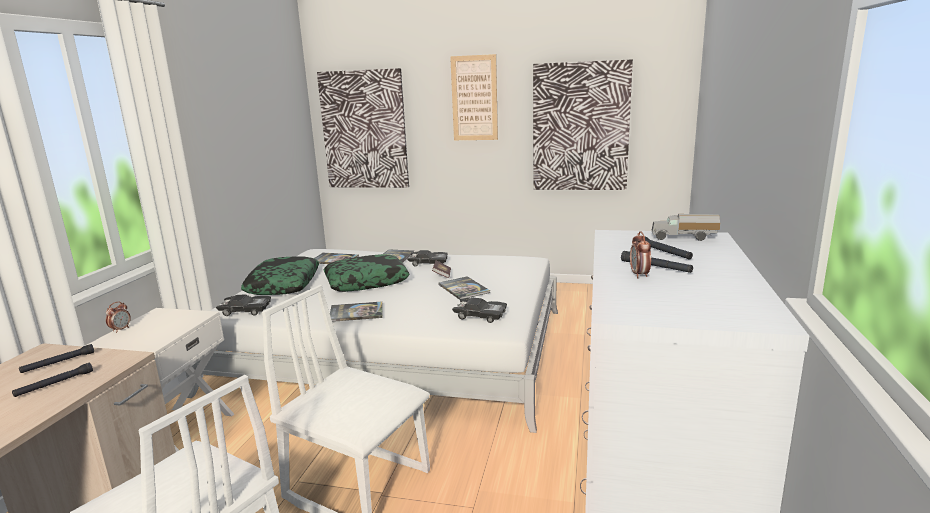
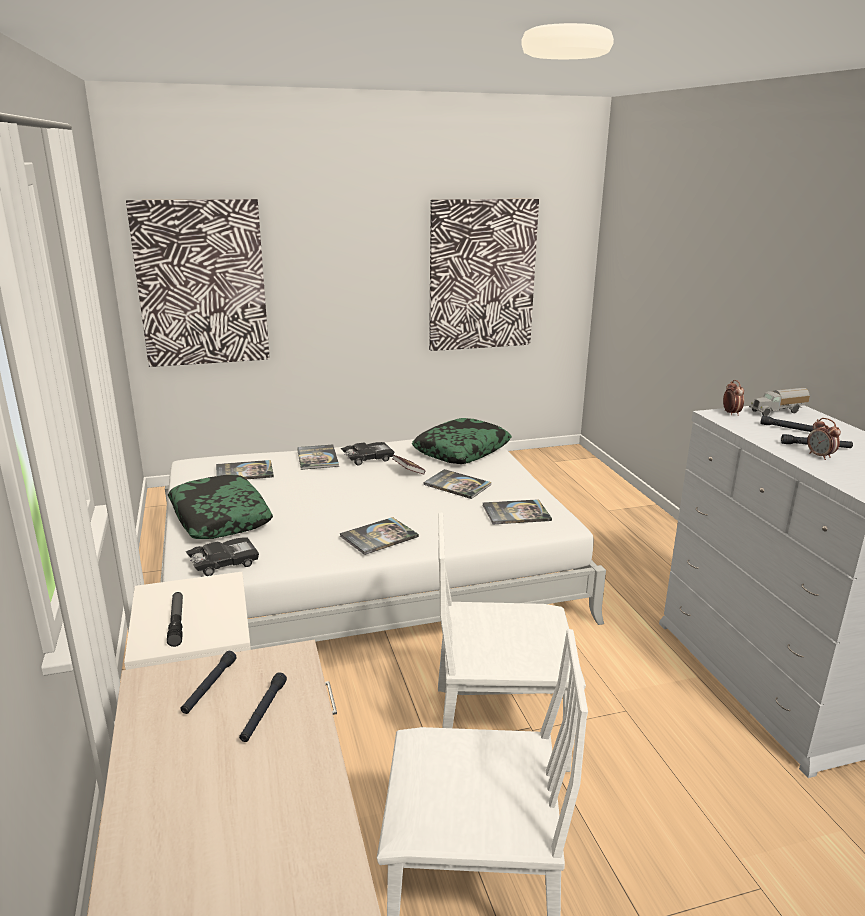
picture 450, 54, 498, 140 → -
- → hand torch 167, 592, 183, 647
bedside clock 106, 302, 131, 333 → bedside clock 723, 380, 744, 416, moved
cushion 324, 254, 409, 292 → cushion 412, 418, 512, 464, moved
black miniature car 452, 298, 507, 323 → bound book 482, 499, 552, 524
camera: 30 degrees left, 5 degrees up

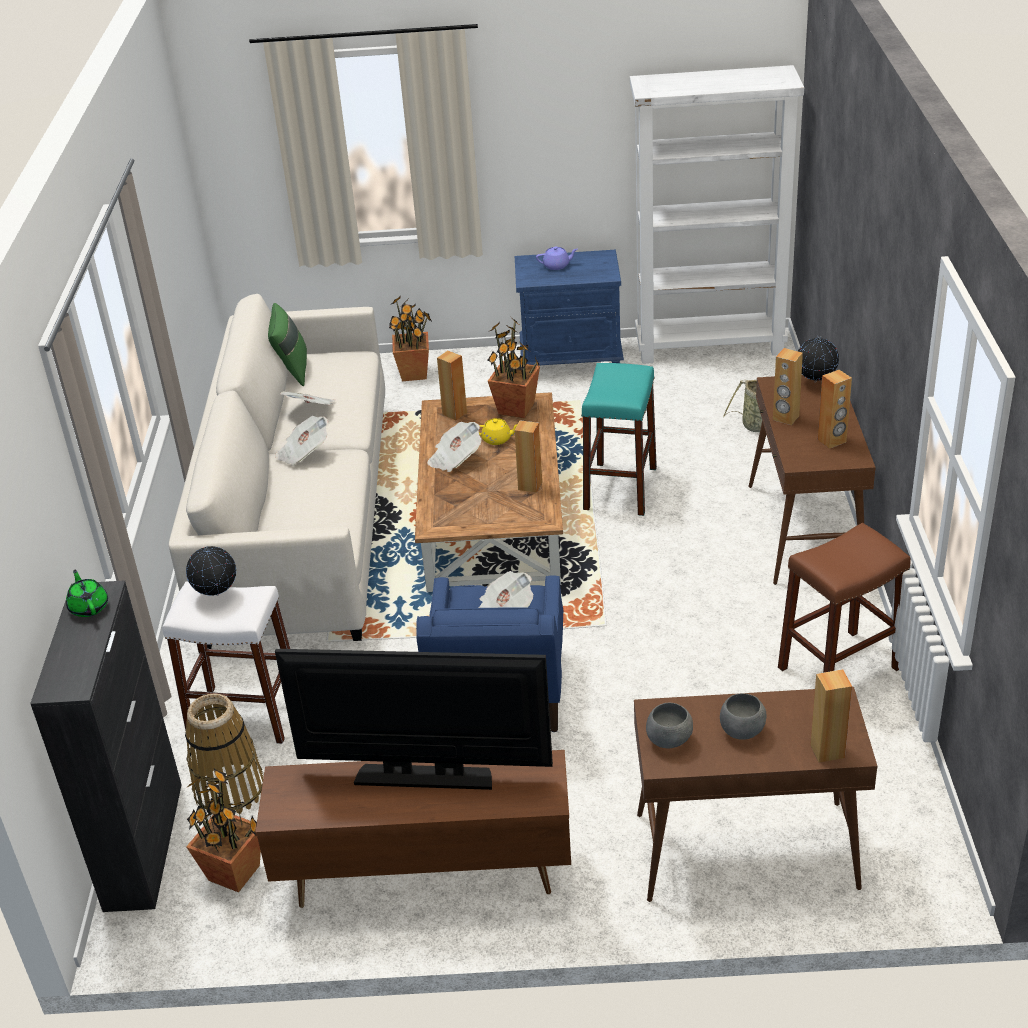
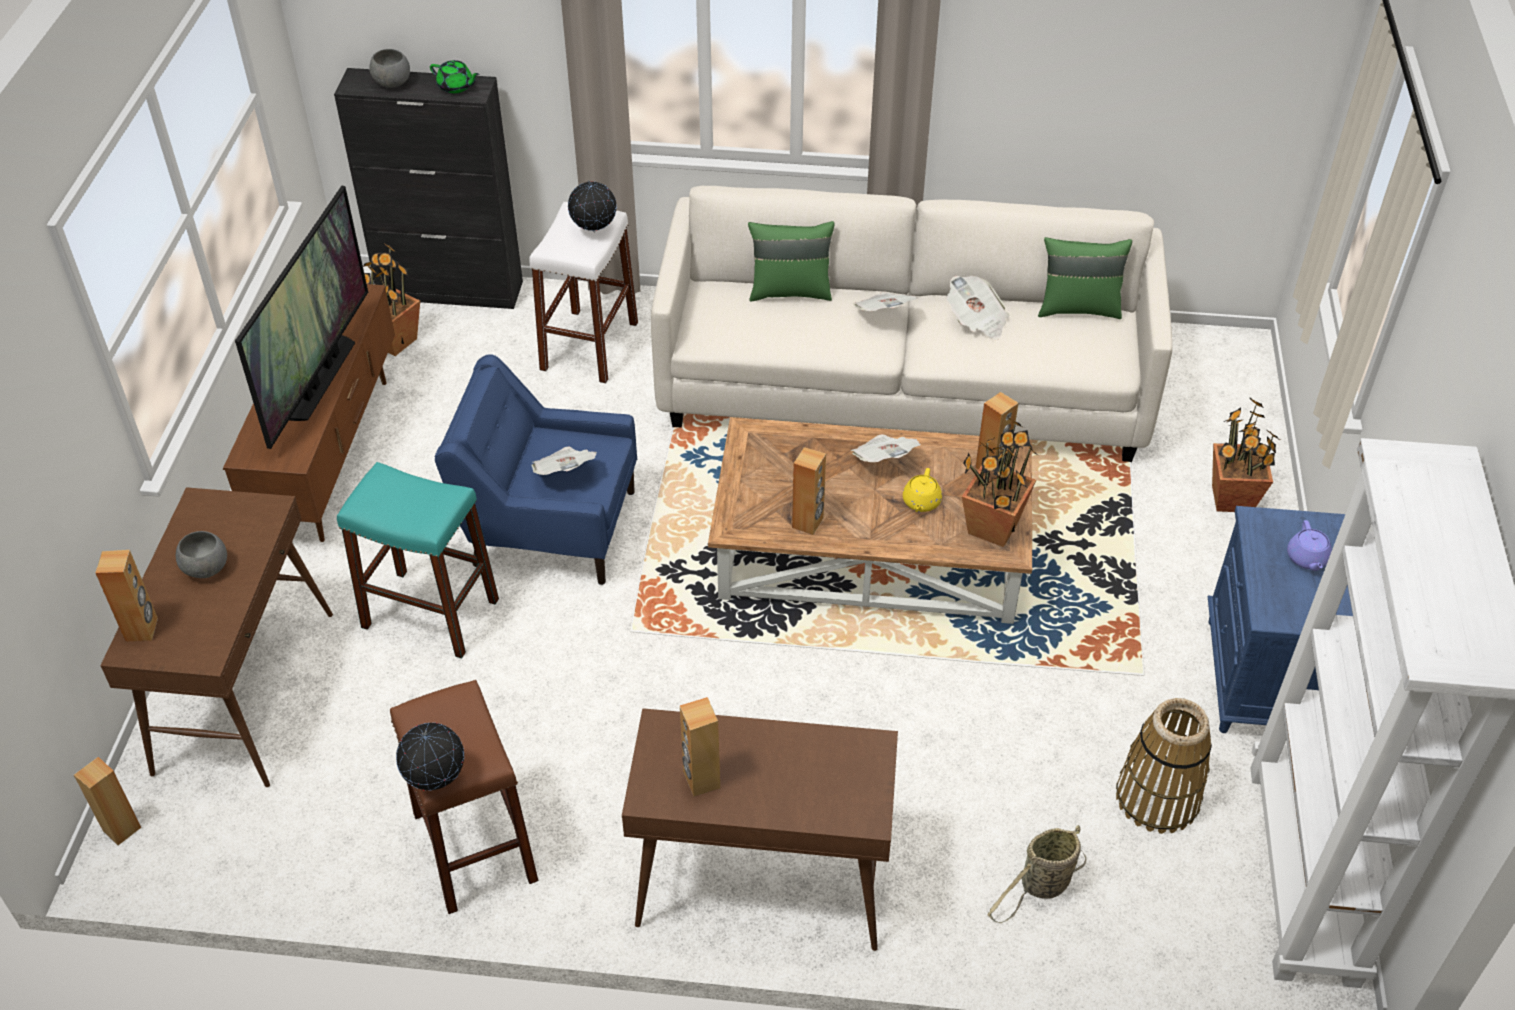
- → green-coloured cushion 748, 221, 834, 302
household basket 185, 693, 264, 815 → household basket 1116, 698, 1212, 834, moved
blue-green stool seat 581, 363, 657, 516 → blue-green stool seat 337, 462, 499, 659, moved
gray serving bowl 646, 703, 693, 749 → gray serving bowl 370, 49, 410, 88, moved
brown loudspeaker 773, 348, 803, 425 → brown loudspeaker 74, 757, 141, 845, moved
world globe 798, 336, 839, 383 → world globe 396, 723, 464, 790, moved
green-coloured tea pot 66, 570, 108, 617 → green-coloured tea pot 430, 60, 479, 93, 45 degrees clockwise
camera: 95 degrees right, 10 degrees up

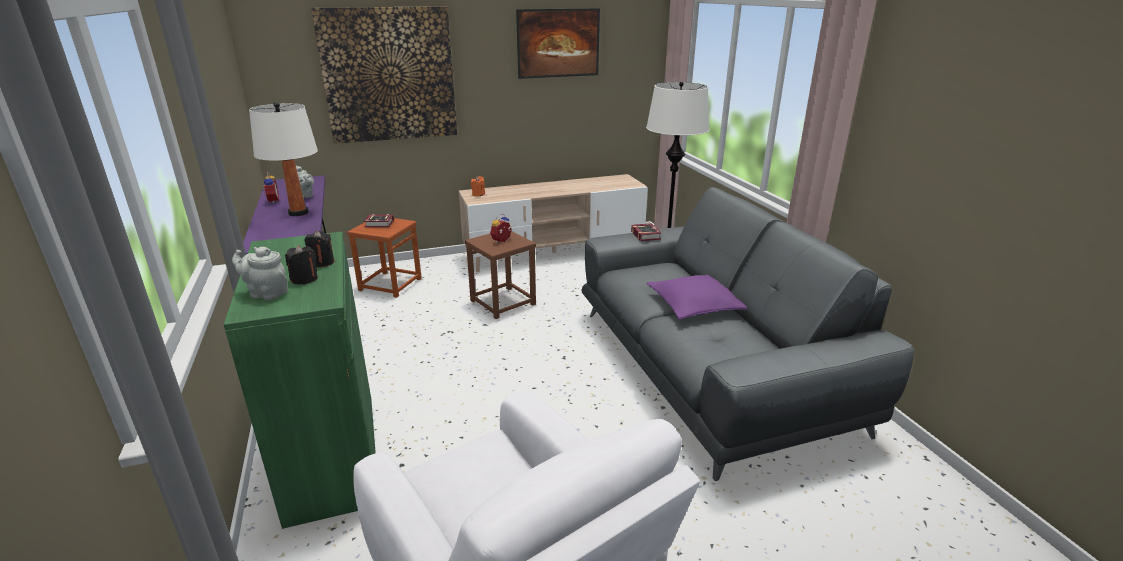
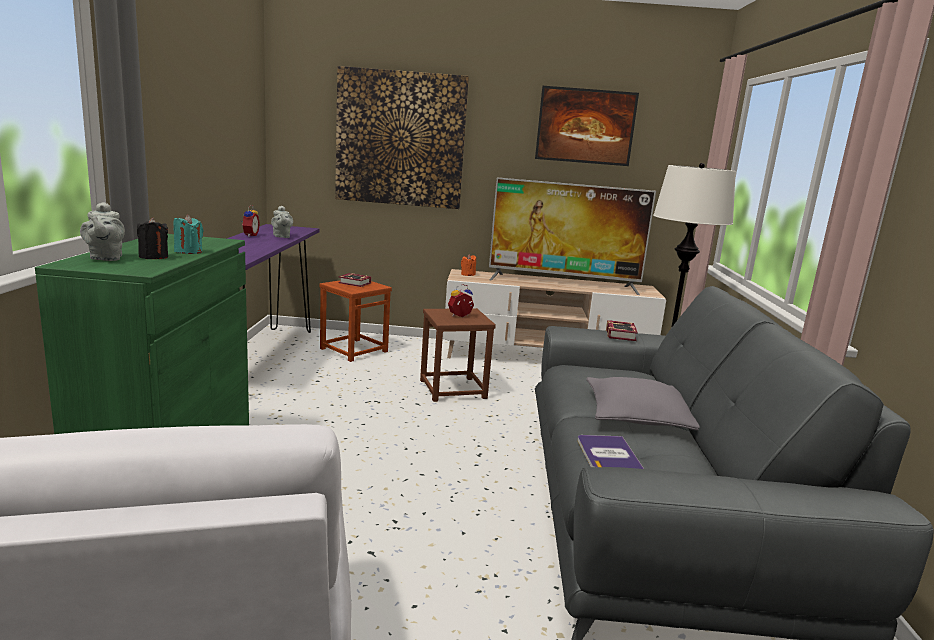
white-coloured table lamp 249, 102, 318, 216 → -
- → television 489, 177, 656, 295
- → bound book 577, 435, 644, 469
black candle 304, 230, 334, 267 → blue-green candle 174, 215, 203, 254
purple-coloured cushion 647, 275, 747, 320 → gray cushion 587, 377, 700, 430
gray tea pot 232, 247, 288, 301 → gray tea pot 80, 202, 125, 261, 150 degrees counterclockwise
camera: 20 degrees right, 10 degrees down

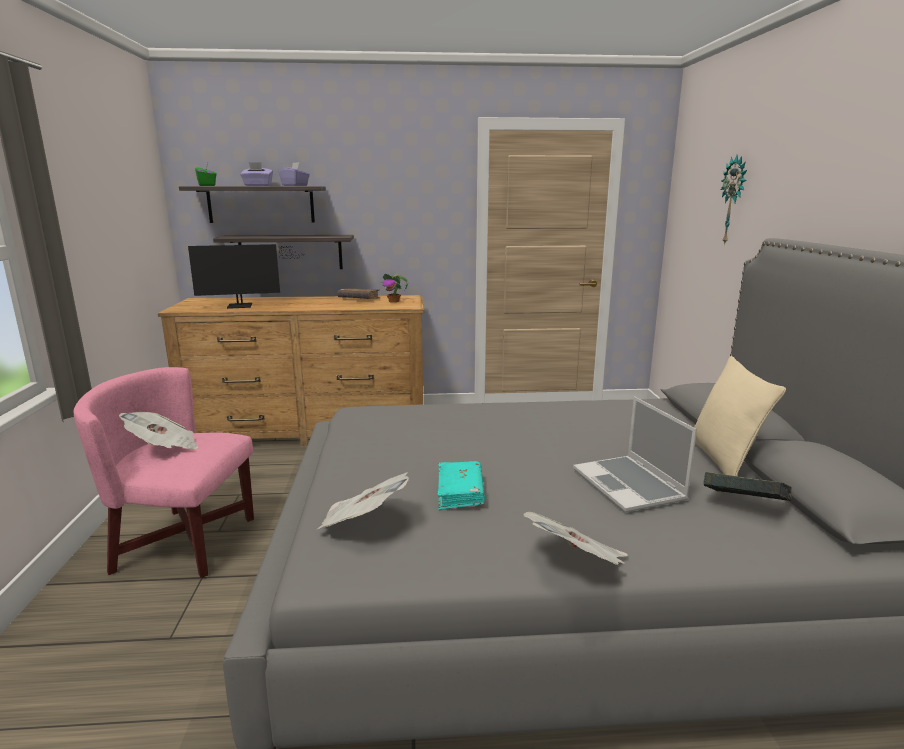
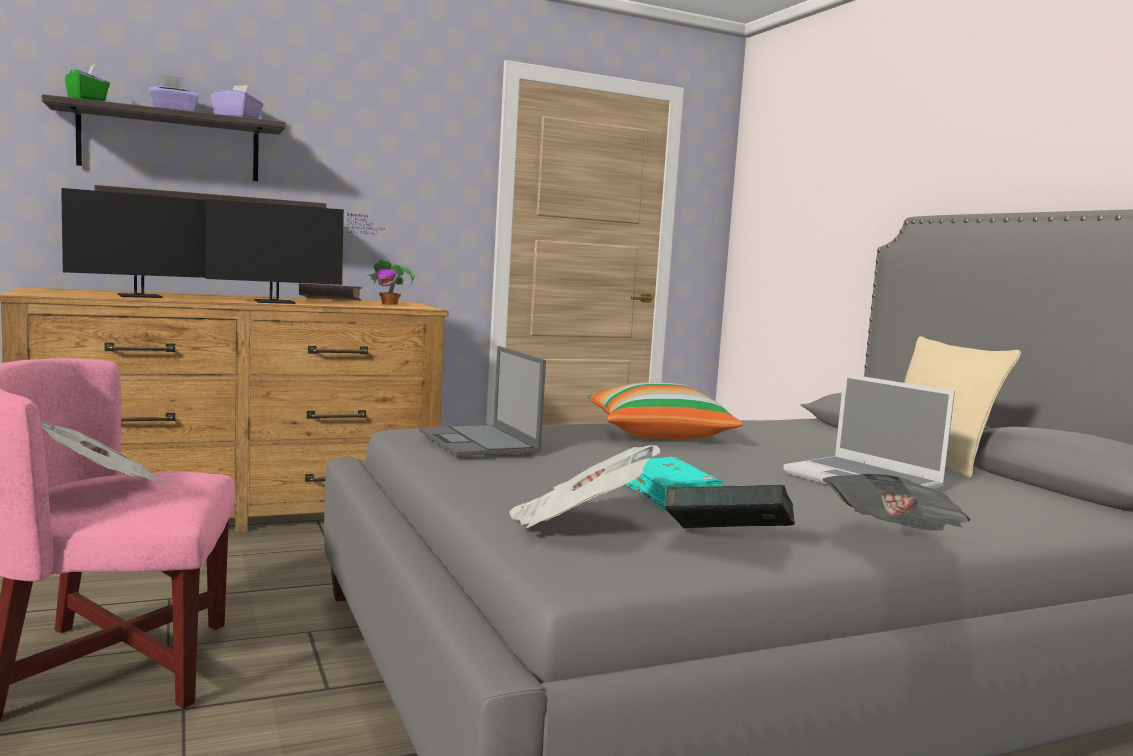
hanging clock 721, 155, 747, 245 → -
- → computer display 206, 199, 385, 304
- → portable computer 419, 346, 546, 456
- → cushion 587, 383, 743, 439
bound book 704, 472, 792, 501 → bound book 664, 485, 795, 529, moved
camera: 20 degrees left, 10 degrees down

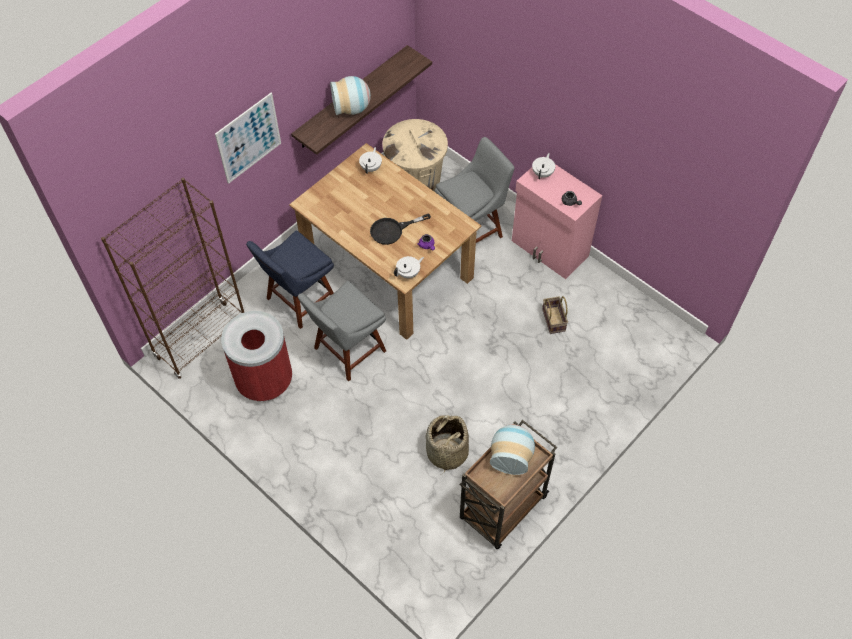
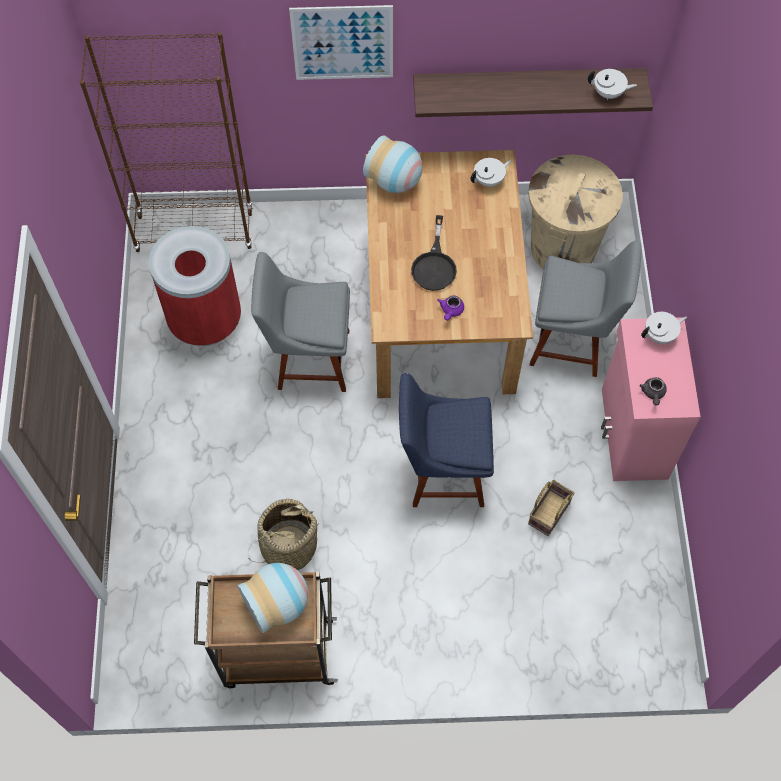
blue chair 246, 230, 334, 329 → blue chair 399, 373, 494, 507, moved
decorative vase 330, 76, 371, 115 → decorative vase 363, 135, 422, 193, moved
white-coloured tea pot 394, 256, 424, 278 → white-coloured tea pot 588, 69, 637, 100, moved
black pan 370, 213, 431, 245 → black pan 411, 215, 457, 291, 105 degrees counterclockwise
camera: 45 degrees right, 5 degrees up

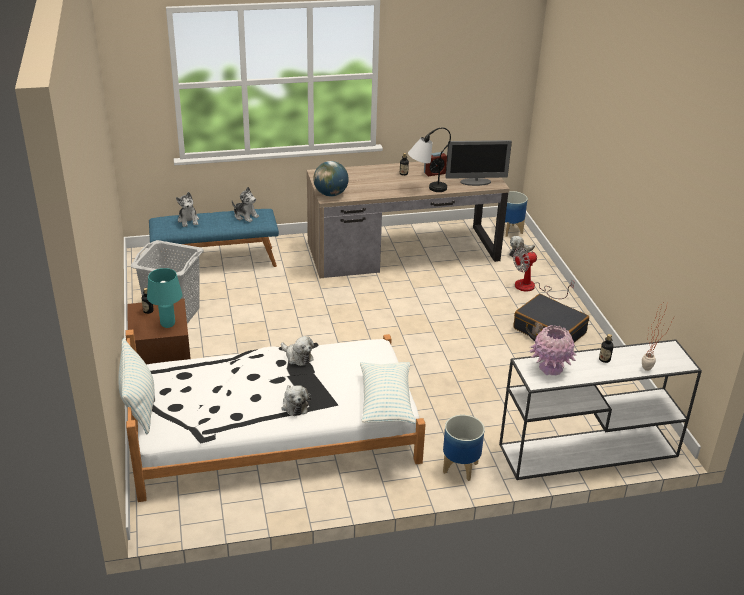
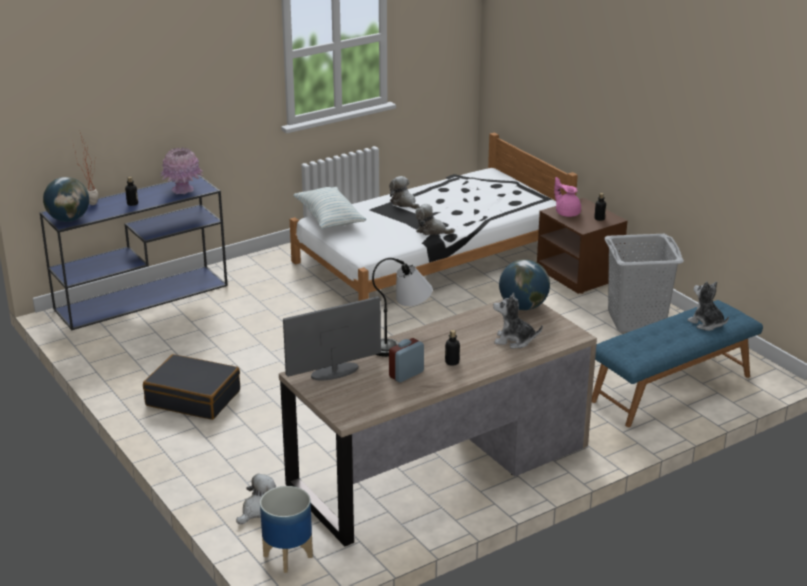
cushion 119, 338, 154, 434 → -
flower pot 443, 415, 485, 481 → -
fan 513, 247, 574, 299 → -
- → world globe 43, 177, 89, 222
soft toy 232, 187, 259, 222 → soft toy 493, 292, 543, 349, moved
blue-green table lamp 147, 268, 182, 328 → pink tea pot 554, 177, 581, 217
white-coloured narrow table 499, 339, 702, 480 → blue narrow table 40, 175, 228, 330
camera: 160 degrees right, 5 degrees down

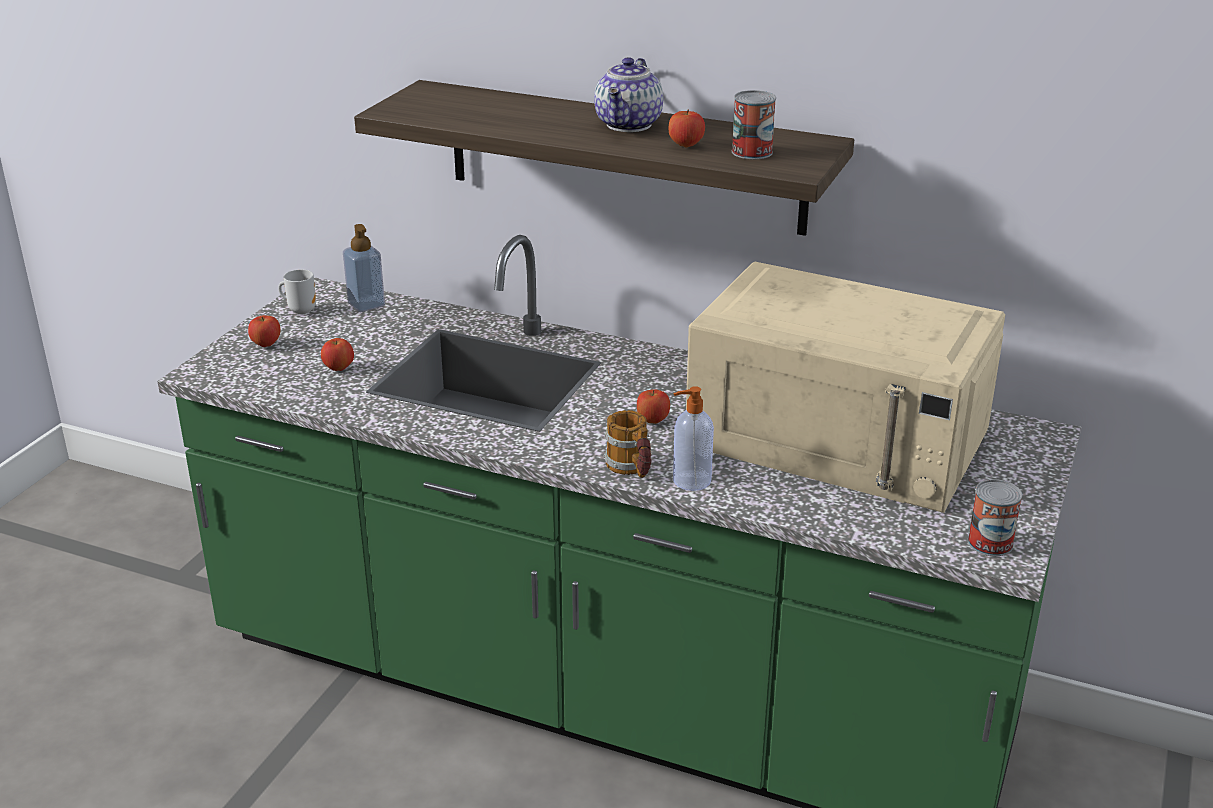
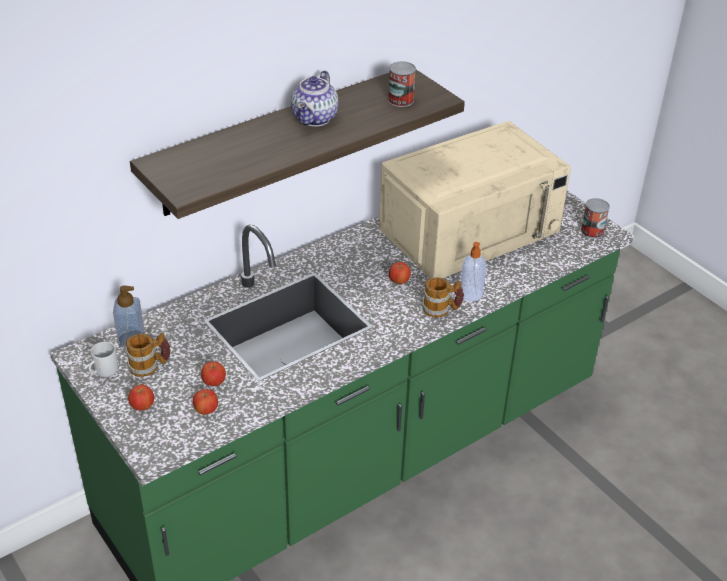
- → coffee mug 126, 333, 171, 377
whole apple 669, 110, 705, 148 → whole apple 193, 389, 218, 415, moved
tea pot 594, 57, 663, 132 → tea pot 291, 70, 338, 127, 60 degrees clockwise
camera: 60 degrees left, 10 degrees up

